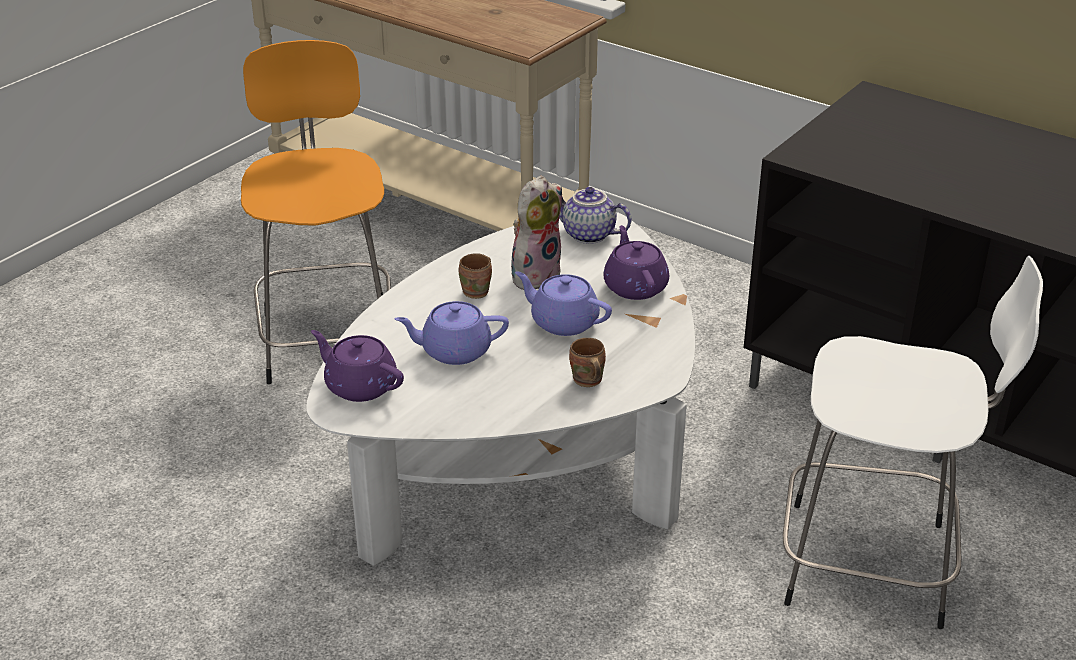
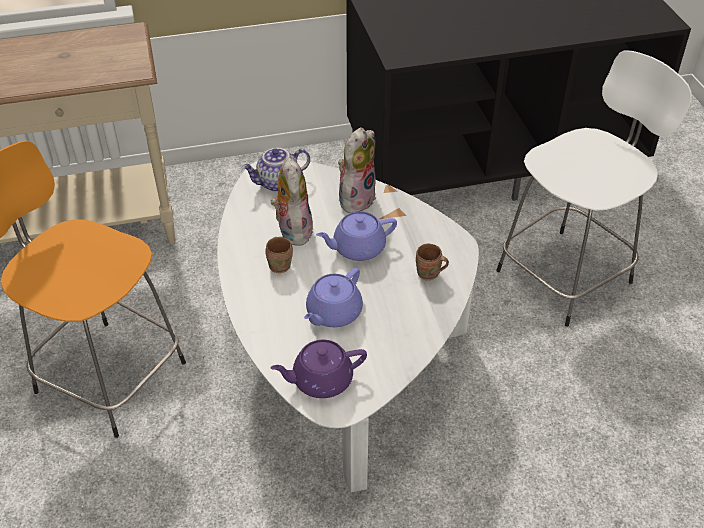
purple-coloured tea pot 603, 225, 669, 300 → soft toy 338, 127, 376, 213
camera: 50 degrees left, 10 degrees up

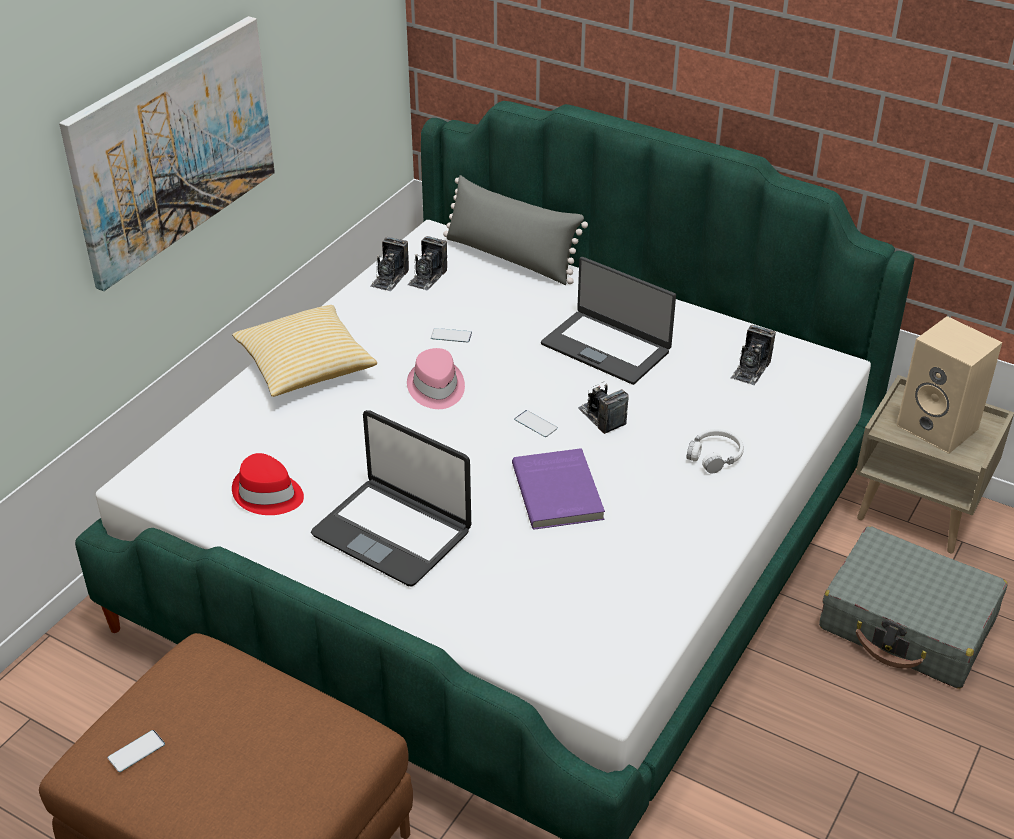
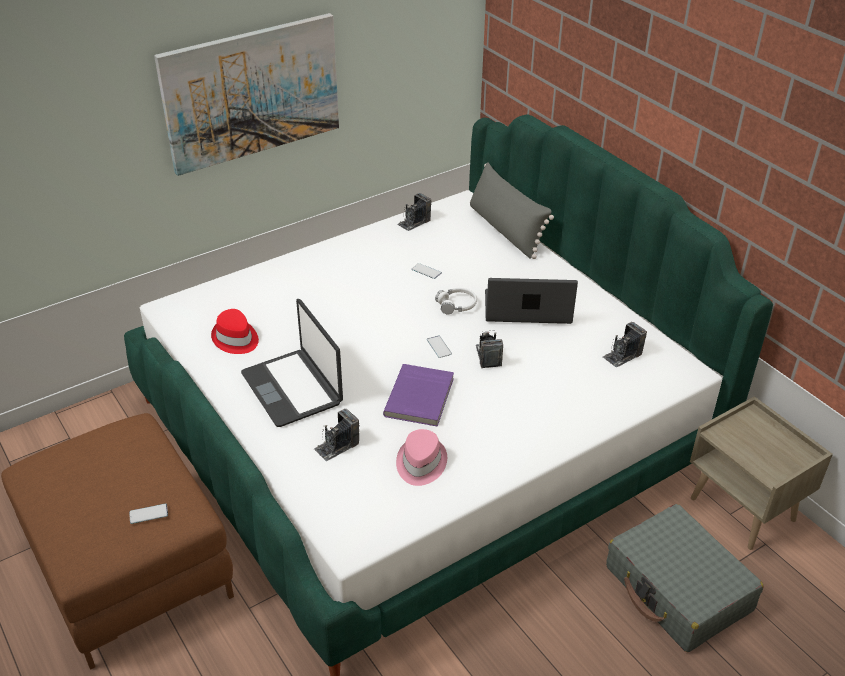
cushion 232, 305, 377, 397 → -
sand-coloured loudspeaker 896, 316, 1002, 454 → -
handset 108, 730, 165, 772 → handset 129, 504, 168, 524, moved
photo camera 407, 236, 447, 290 → photo camera 314, 409, 359, 461, moved
pink hat 407, 348, 465, 409 → pink hat 396, 429, 447, 486, moved
white-coloured headphones 686, 429, 744, 474 → white-coloured headphones 435, 288, 477, 314, moved
portable computer 541, 257, 676, 385 → portable computer 485, 278, 578, 324, 120 degrees clockwise
camera: 25 degrees right, 0 degrees up

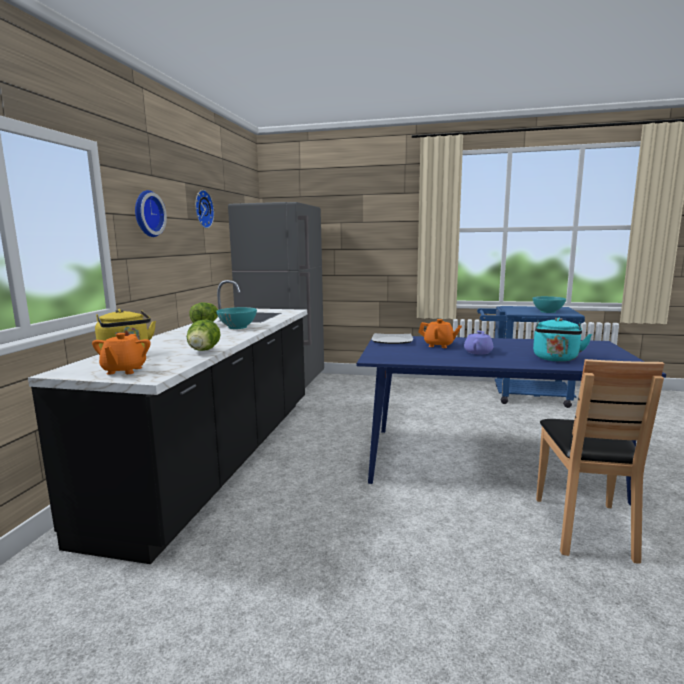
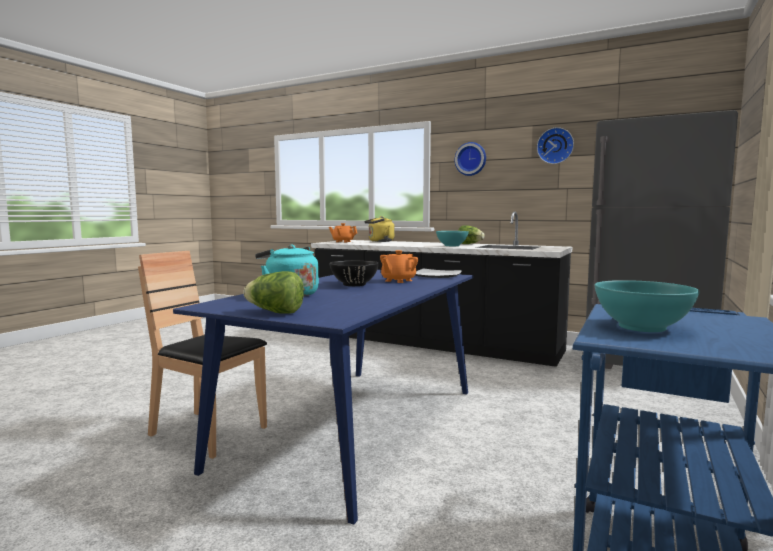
lettuce head 187, 319, 221, 351 → lettuce head 243, 271, 304, 314, moved
purple-coloured tea pot 464, 331, 493, 354 → black serving bowl 329, 260, 379, 286
camera: 105 degrees right, 5 degrees down

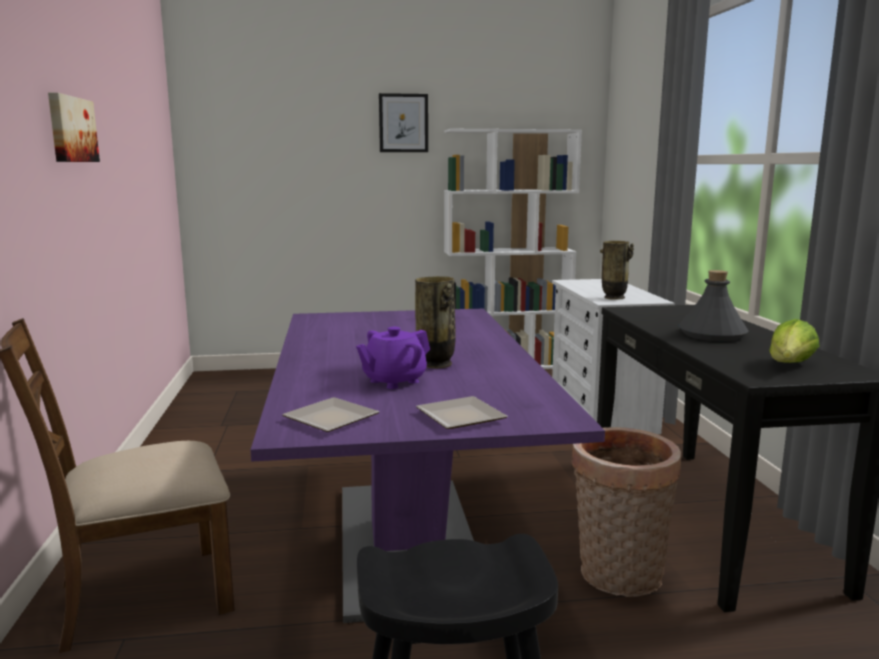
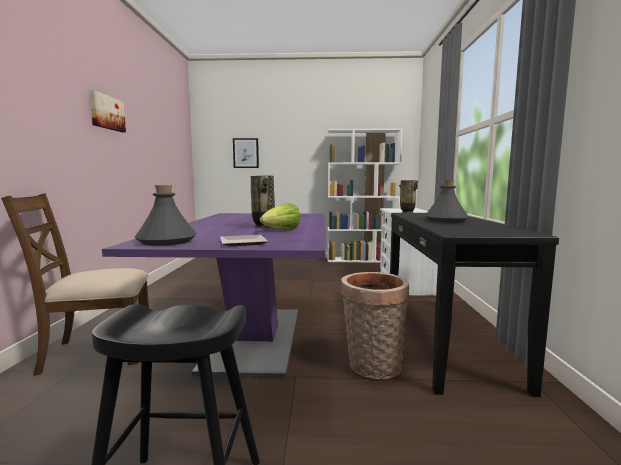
purple-coloured tea pot 356, 327, 430, 389 → -
picture 379, 93, 428, 152 → picture 233, 138, 259, 168, moved
lettuce head 769, 319, 819, 363 → lettuce head 260, 203, 301, 230, moved
plate 282, 397, 379, 432 → gray bottle 135, 185, 197, 246
camera: 10 degrees right, 5 degrees down

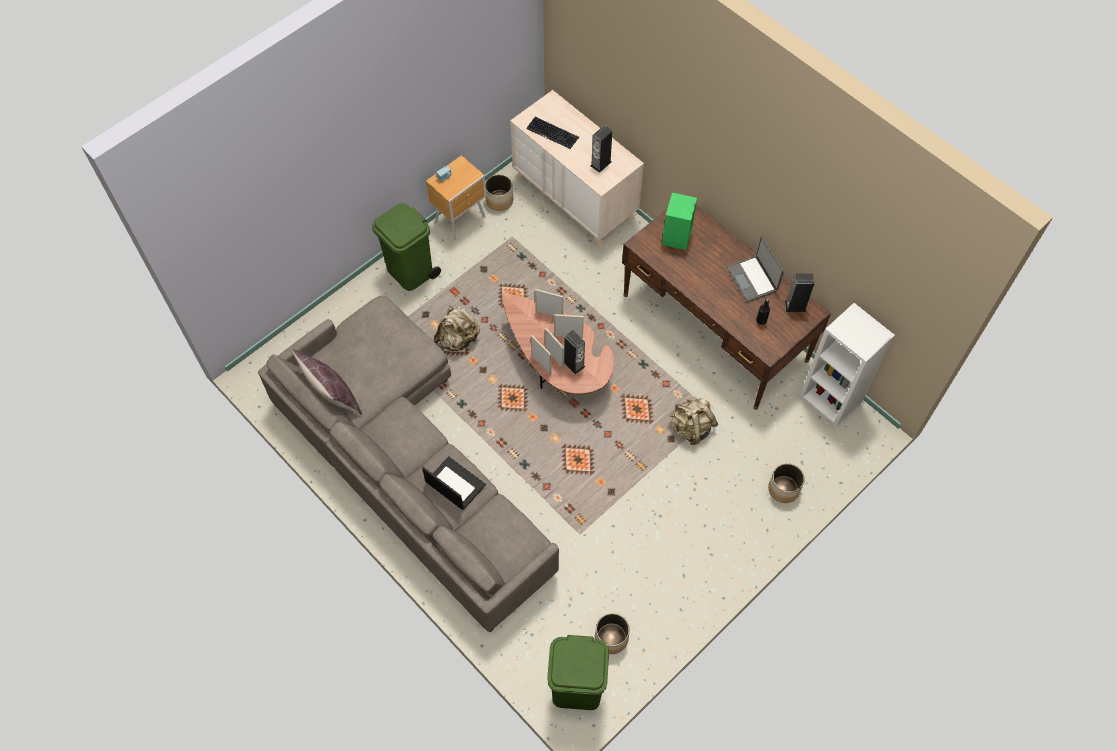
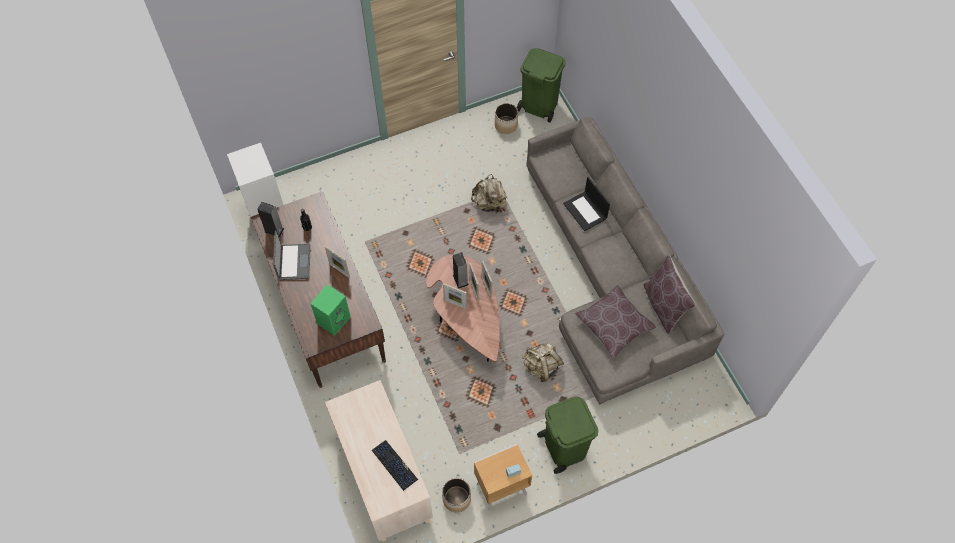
loudspeaker 590, 125, 612, 173 → -
flower pot 768, 463, 805, 503 → -
- → brown cushion 575, 285, 656, 358
photo frame 535, 289, 563, 316 → photo frame 325, 246, 350, 278, moved
sand-coloured knapsack 670, 398, 719, 445 → sand-coloured knapsack 471, 174, 507, 212, moved
camera: 160 degrees left, 0 degrees up

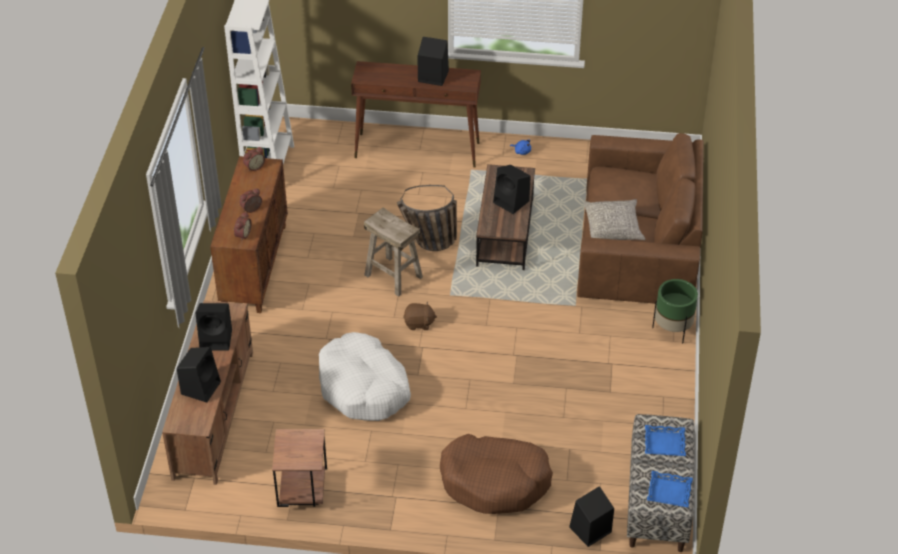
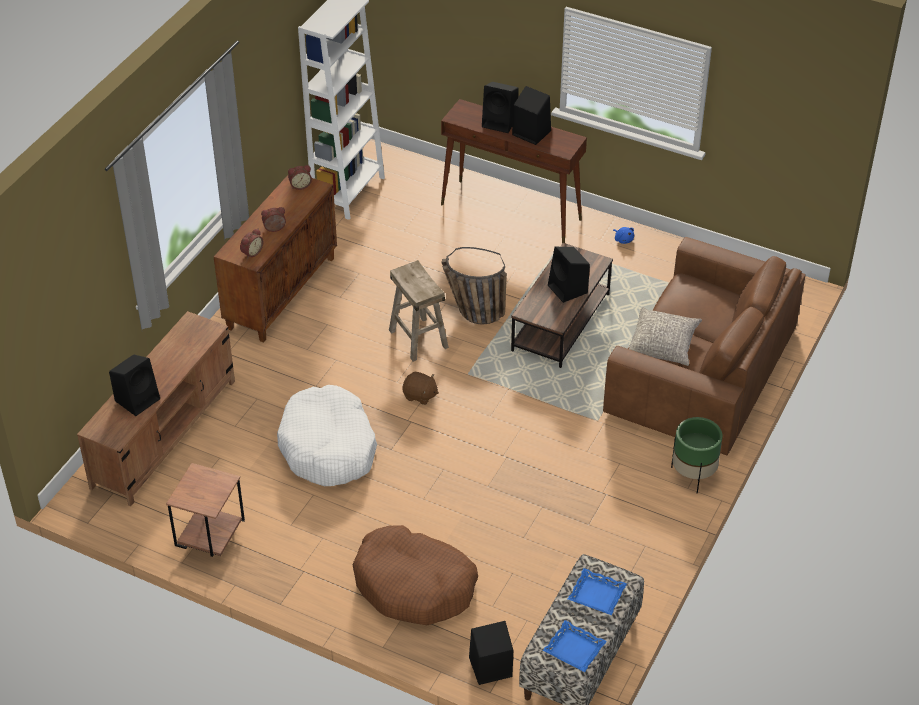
black loudspeaker 195, 303, 232, 351 → black loudspeaker 482, 82, 519, 133, moved
camera: 20 degrees right, 0 degrees up

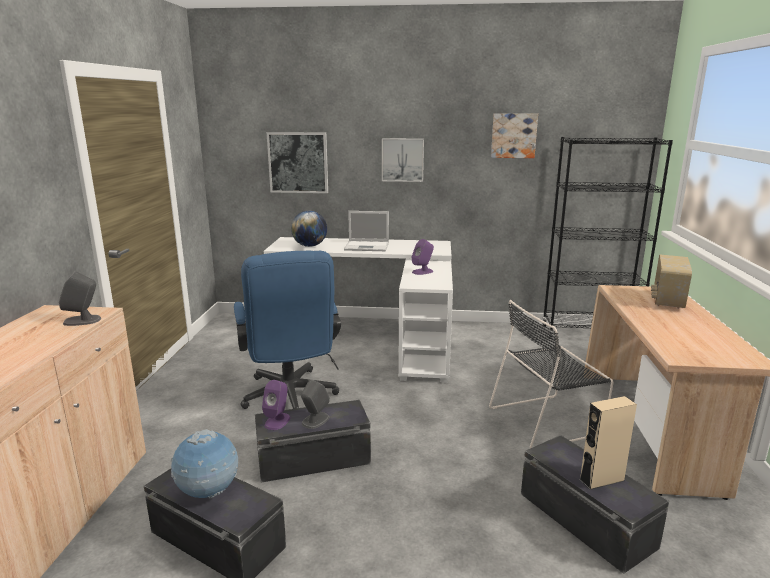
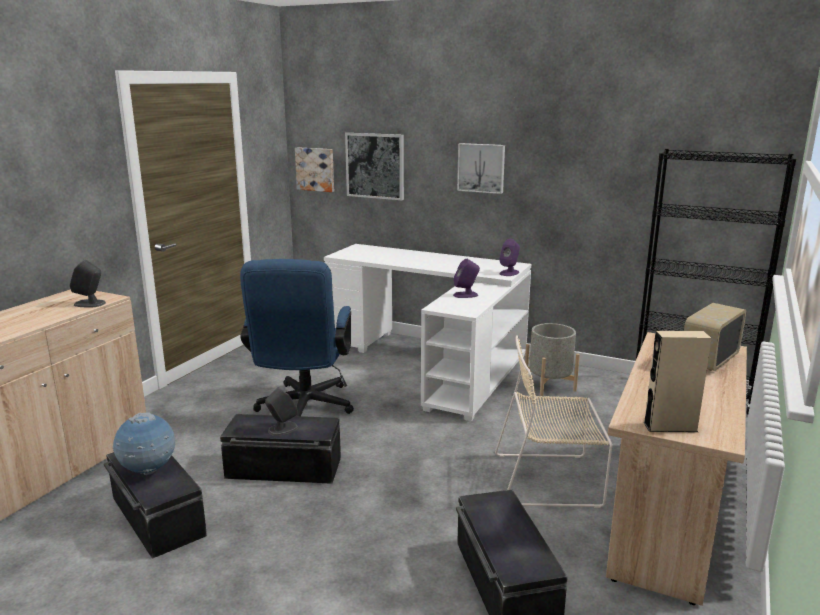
world globe 291, 211, 327, 247 → -
portable computer 344, 211, 389, 251 → -
- → gray flower pot 525, 323, 580, 396
purple-coloured loudspeaker 262, 380, 290, 430 → purple-coloured loudspeaker 500, 239, 520, 276, moved
picture 491, 113, 538, 158 → picture 295, 147, 334, 192, moved
sand-coloured loudspeaker 579, 396, 637, 490 → sand-coloured loudspeaker 643, 331, 712, 432, moved
black chair 489, 300, 614, 449 → sand-coloured chair 495, 335, 612, 508
camera: 20 degrees right, 0 degrees up

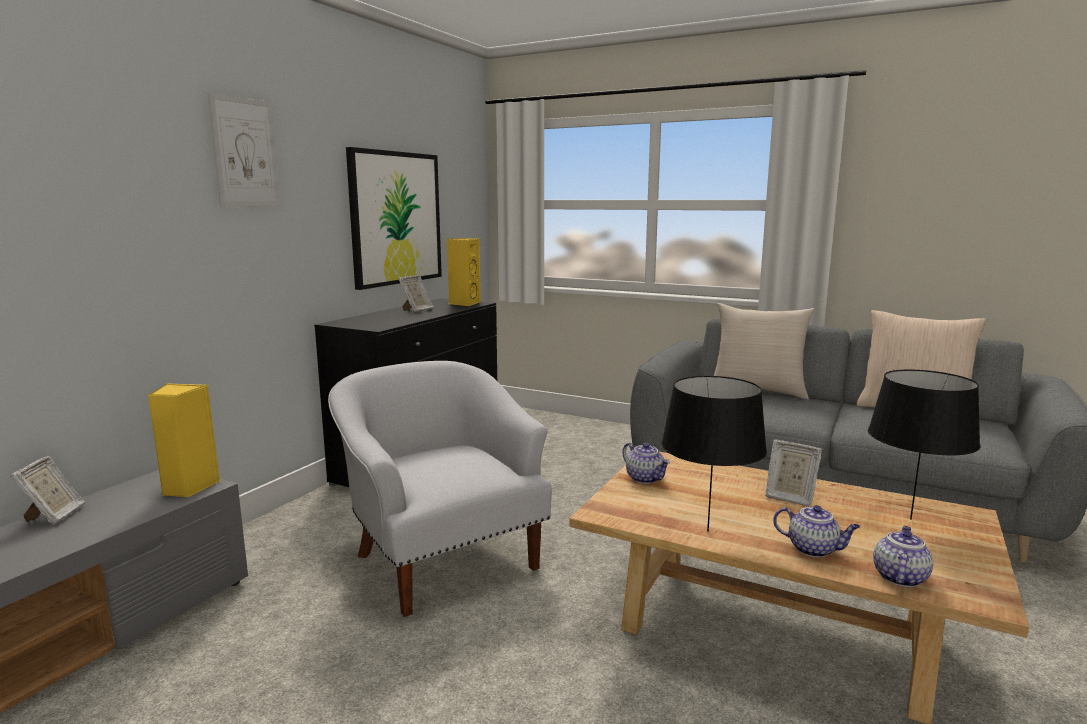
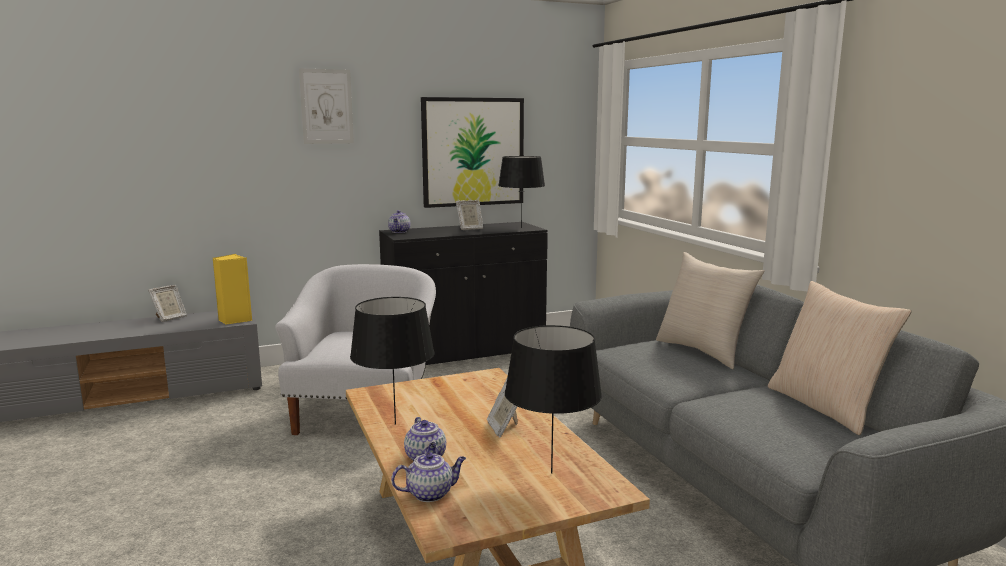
tea pot 622, 443, 670, 484 → tea pot 388, 210, 410, 233, moved
yellowish loudspeaker 447, 238, 481, 306 → black table lamp 498, 156, 545, 228
camera: 40 degrees right, 0 degrees up

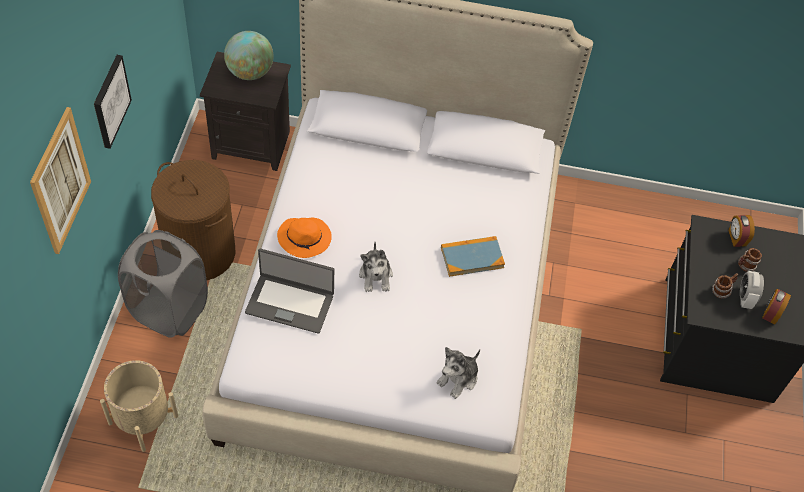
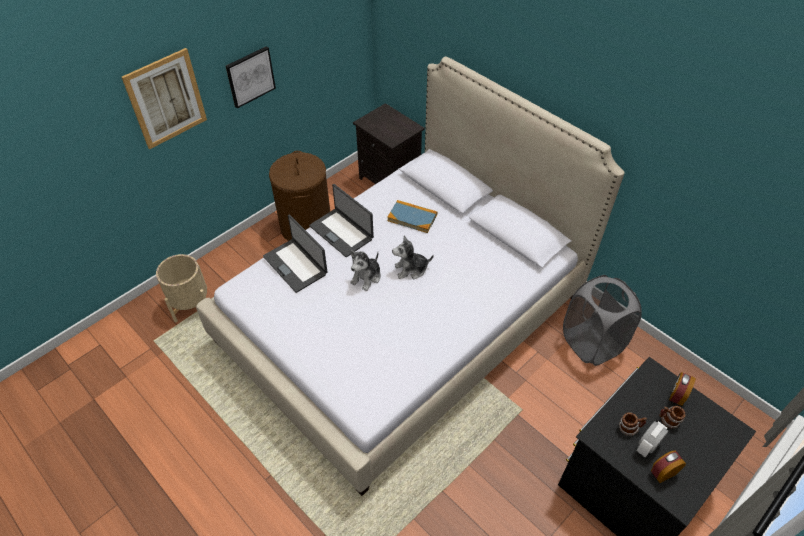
world globe 224, 31, 273, 80 → -
gray laundry basket 118, 230, 208, 338 → gray laundry basket 563, 275, 642, 366, moved
soft toy 437, 347, 480, 399 → soft toy 392, 235, 434, 280, moved
bound book 441, 236, 505, 277 → bound book 387, 200, 437, 233, moved
orange hat 277, 217, 332, 258 → portable computer 309, 184, 374, 257
camera: 40 degrees right, 5 degrees down

